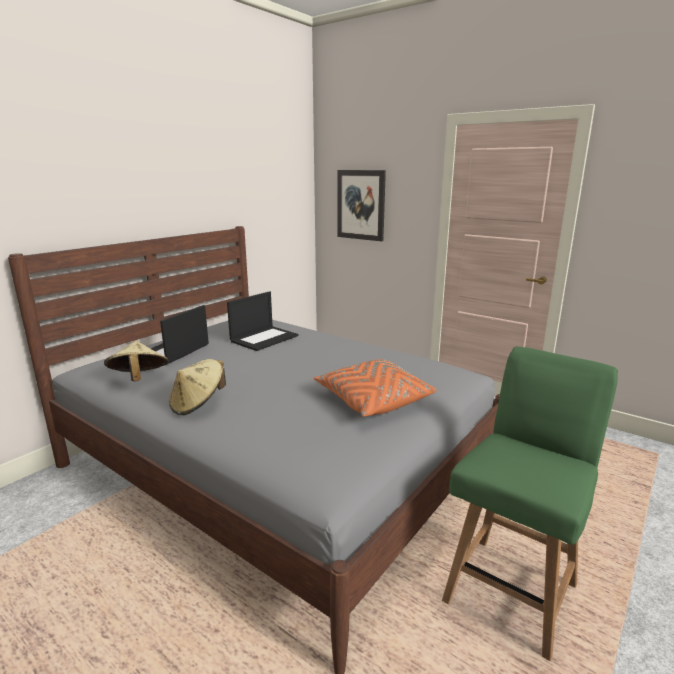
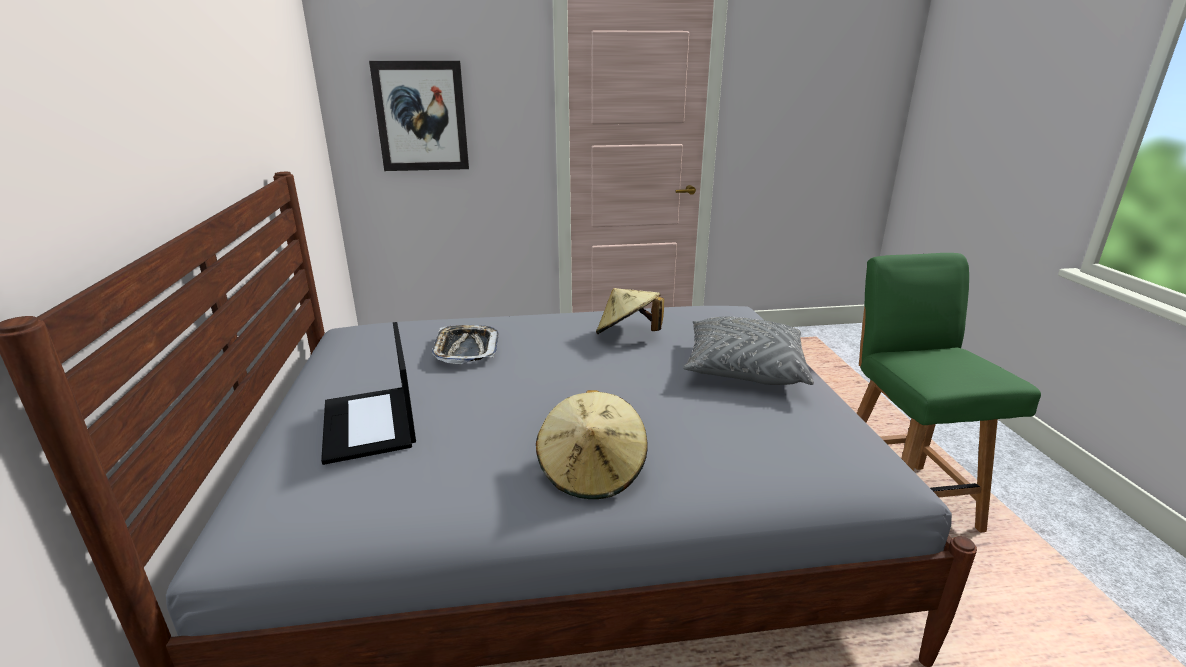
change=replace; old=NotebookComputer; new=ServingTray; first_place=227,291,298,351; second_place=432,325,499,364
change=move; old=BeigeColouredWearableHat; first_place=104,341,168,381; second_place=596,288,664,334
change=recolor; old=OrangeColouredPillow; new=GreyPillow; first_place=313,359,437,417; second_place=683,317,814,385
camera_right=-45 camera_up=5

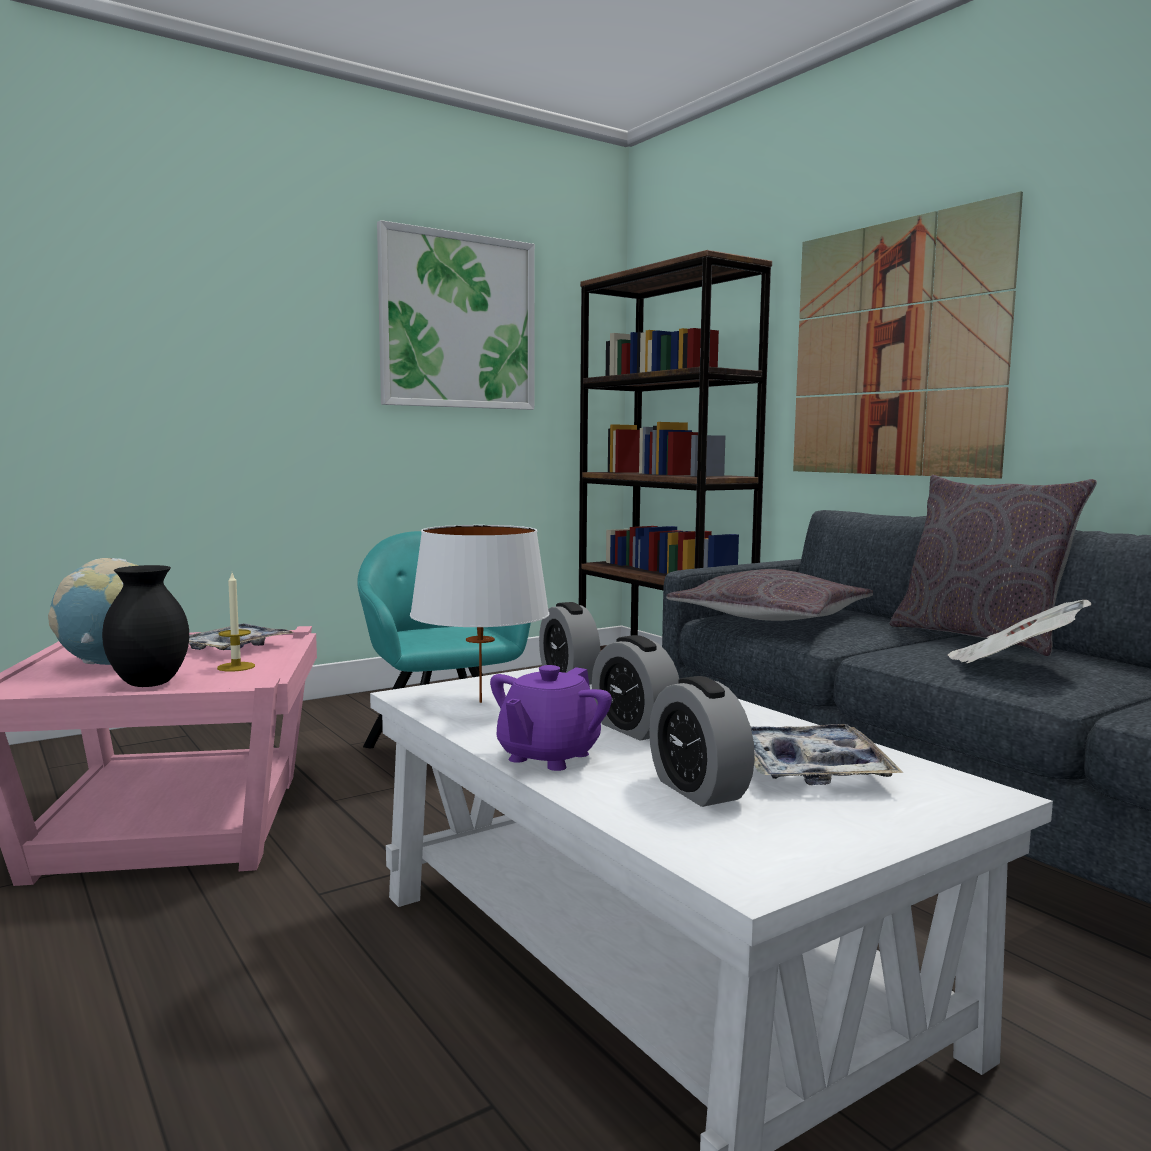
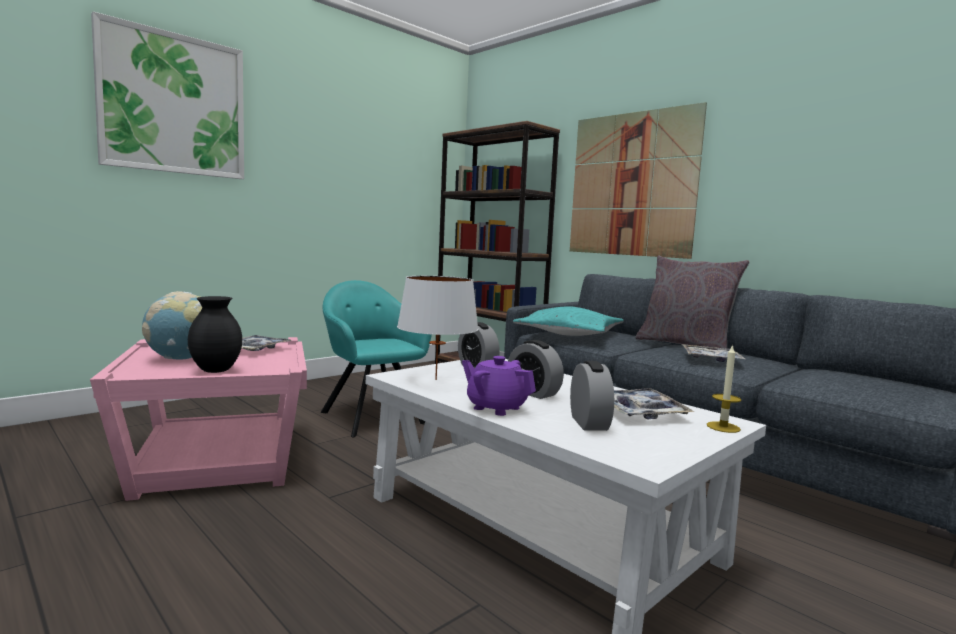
change=move; old=WallArt; first_place=377,220,535,410; second_place=91,11,244,179
change=recolor; old=GreyPillow; new=TurquoiseColouredPillow; first_place=666,569,873,621; second_place=513,306,624,336
change=move; old=WaxCandle; first_place=217,573,255,672; second_place=707,344,741,433
change=replace; old=PrintedPaper; new=ServingTray; first_place=948,600,1091,663; second_place=682,344,745,362
change=rotate; old=PurplishPotForTea; first_place=490,665,612,771; second_place=462,356,536,416; degrees=105
change=rotate; old=AlarmClock; first_place=649,676,755,807; second_place=570,361,614,431; degrees=-150
camera_right=-10 camera_up=0

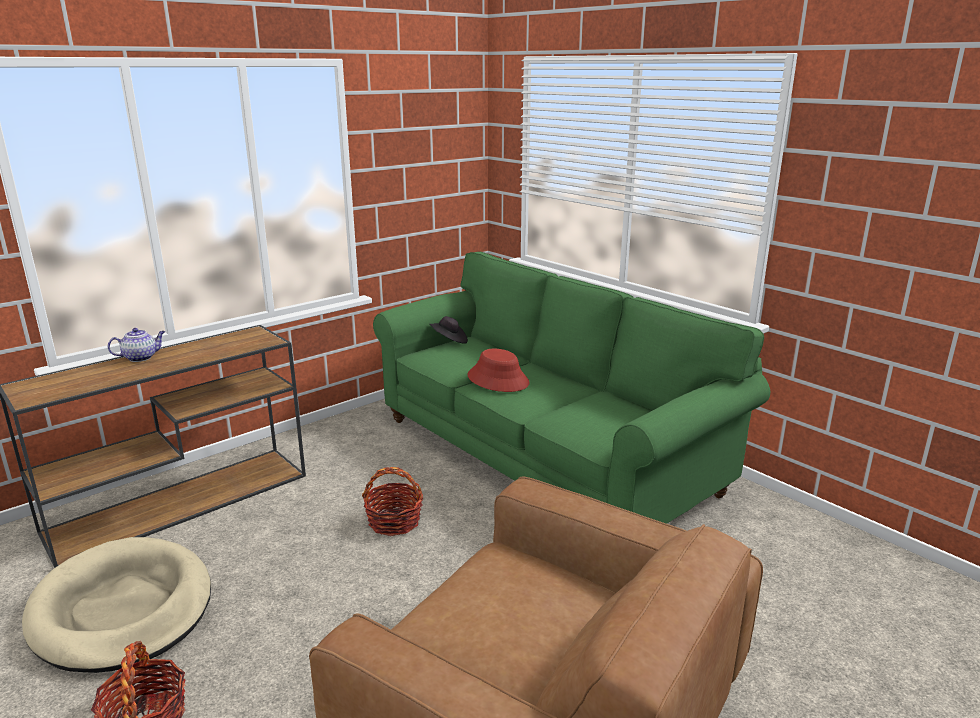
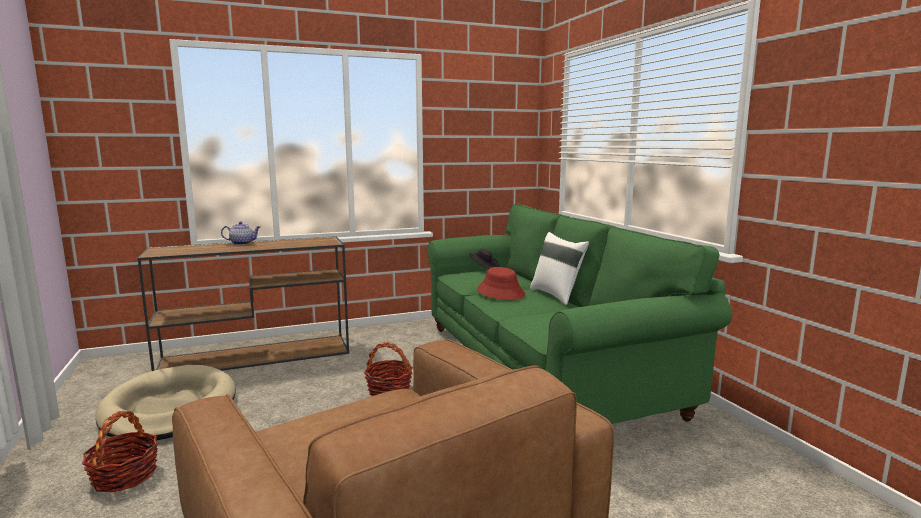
change=insert; new=WhitishPillow; second_place=530,232,589,305
camera_right=20 camera_up=-10

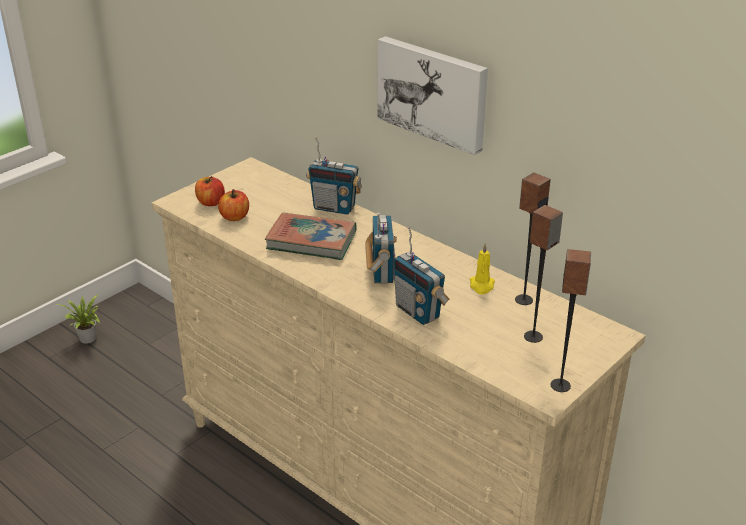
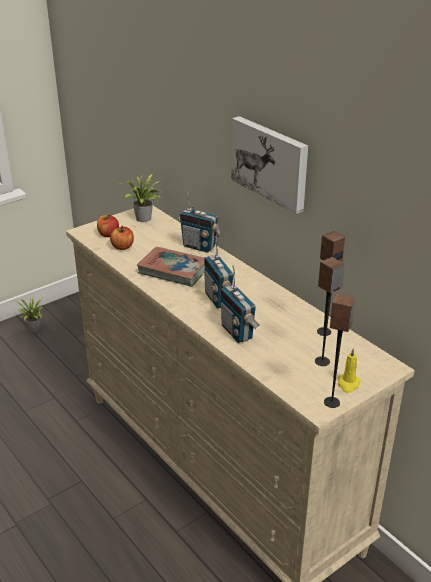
change=rotate; old=Radio; first_place=365,212,397,284; second_place=204,236,233,309; degrees=150
change=move; old=YellowWaxCandle; first_place=470,244,495,295; second_place=338,348,361,393
change=insert; new=PottedPlant; second_place=124,174,161,222
camera_right=10 camera_up=0

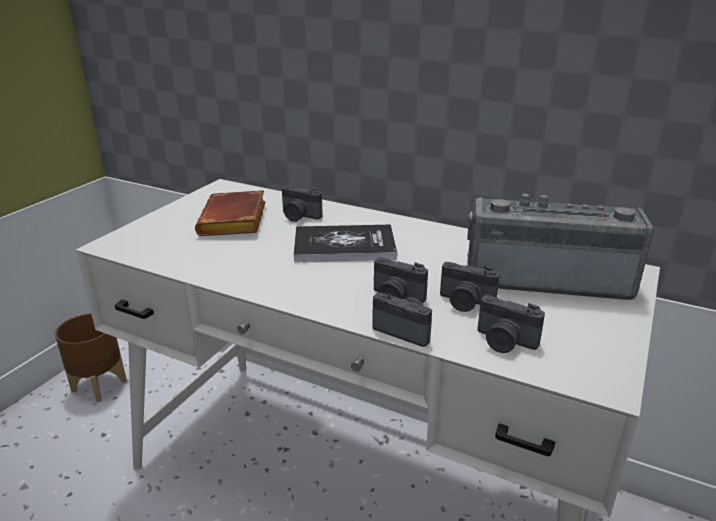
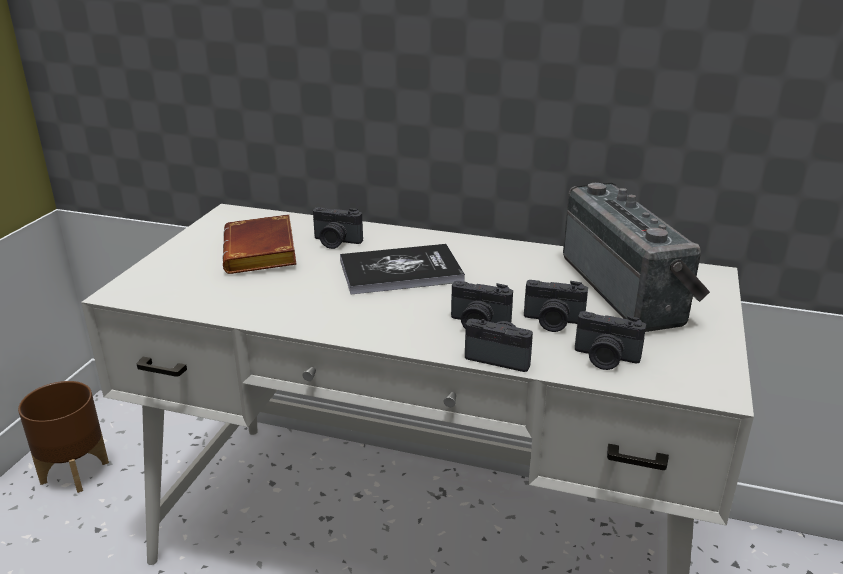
change=rotate; old=Radio; first_place=467,194,654,300; second_place=563,183,710,332; degrees=75
camera_right=-10 camera_up=0

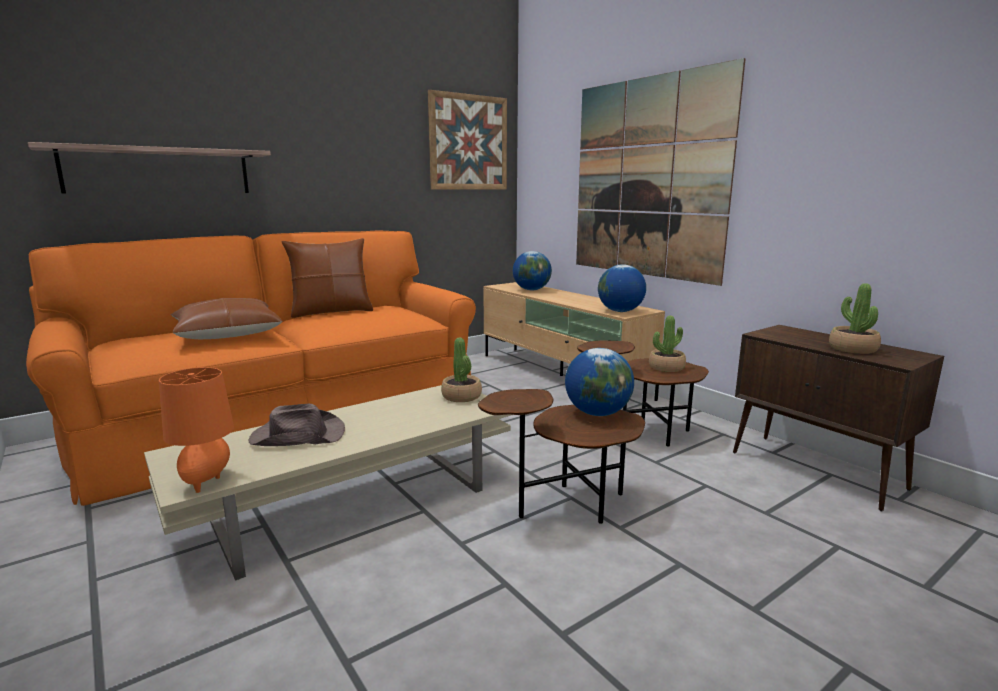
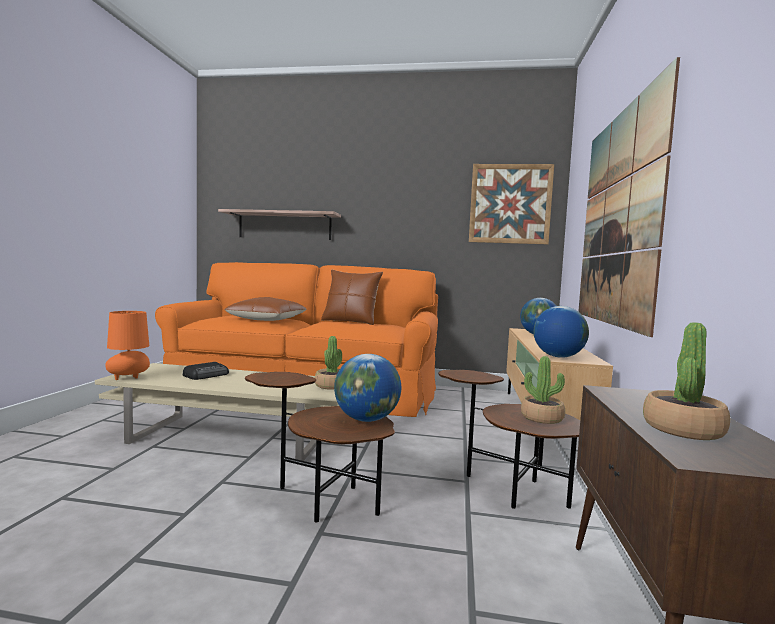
change=replace; old=BrownWearableHat; new=Radio; first_place=248,404,345,446; second_place=183,362,229,380
camera_right=45 camera_up=-10

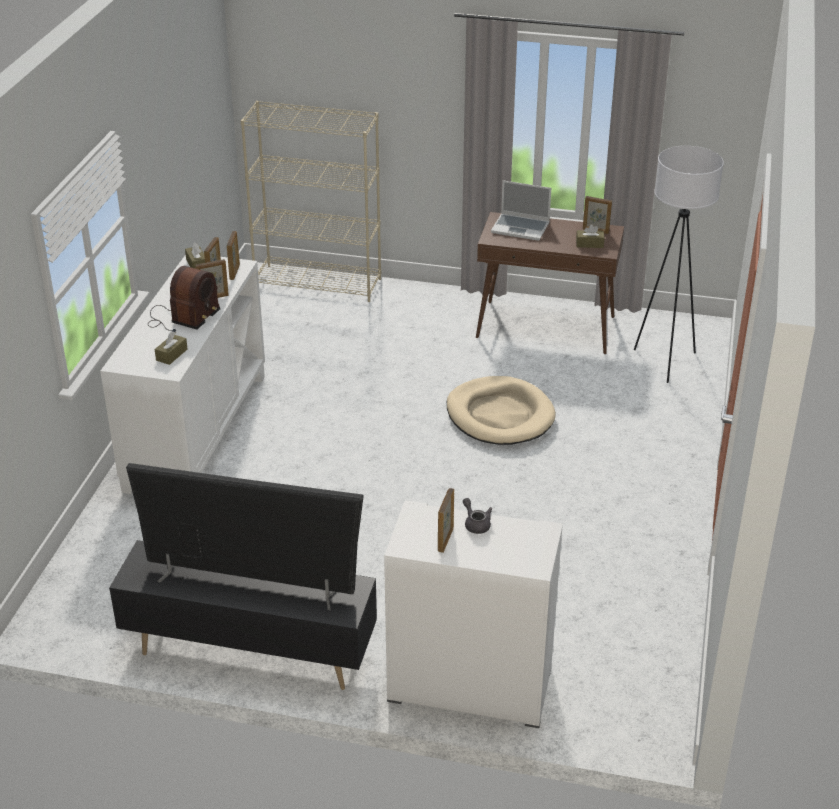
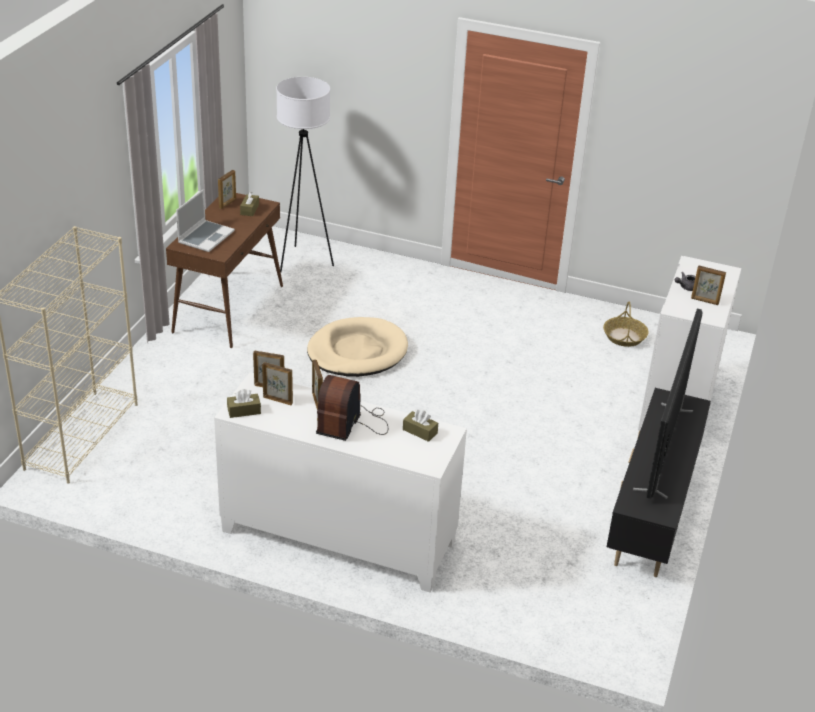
change=rotate; old=Radio; first_place=148,266,220,333; second_place=316,375,389,441; degrees=-105
change=insert; new=StorageBasket; second_place=603,302,649,347
camera_right=-85 camera_up=0

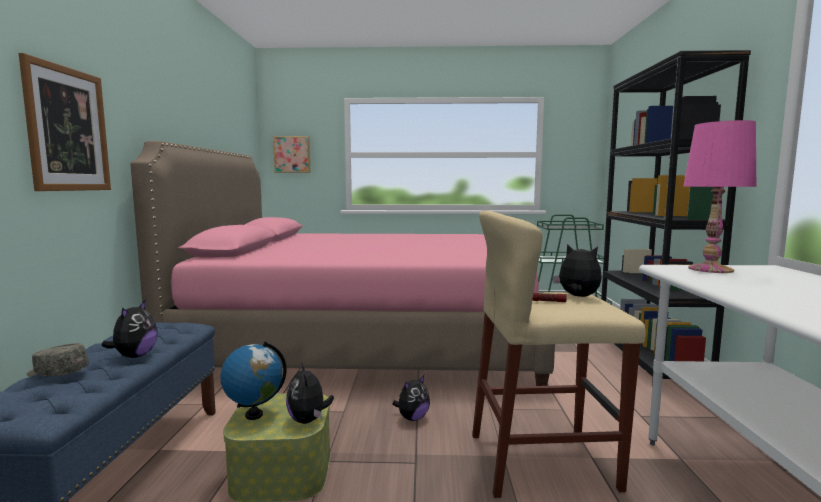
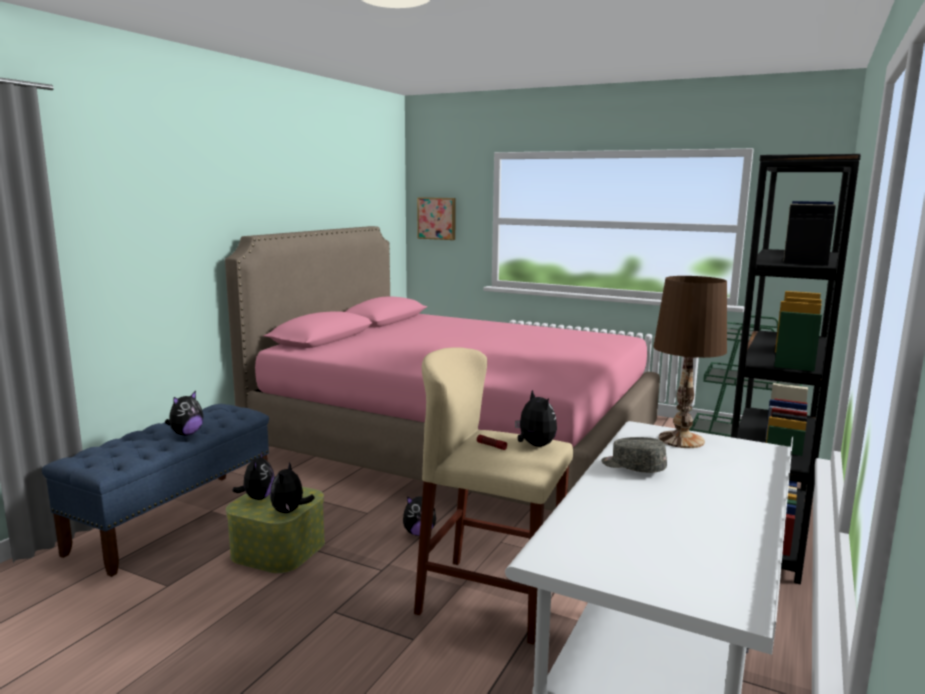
change=delete; old=WallArt; first_place=19,53,111,191
change=recolor; old=PinkColouredTableLamp; new=BrownTableLamp; first_place=683,120,756,273; second_place=654,276,727,448
change=replace; old=DeskGlobe; new=PlushToy; first_place=220,341,287,420; second_place=232,450,275,500
change=move; old=GreyCap; first_place=27,343,89,377; second_place=601,437,667,473
camera_right=25 camera_up=5

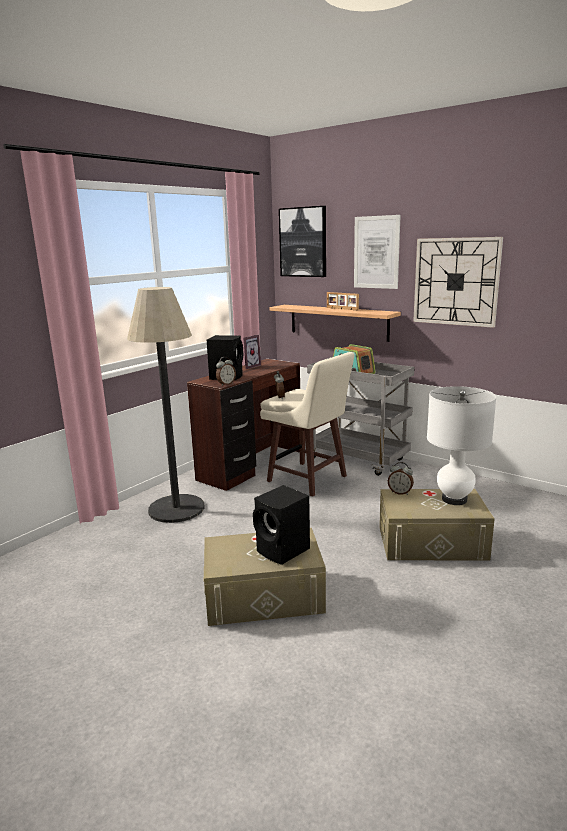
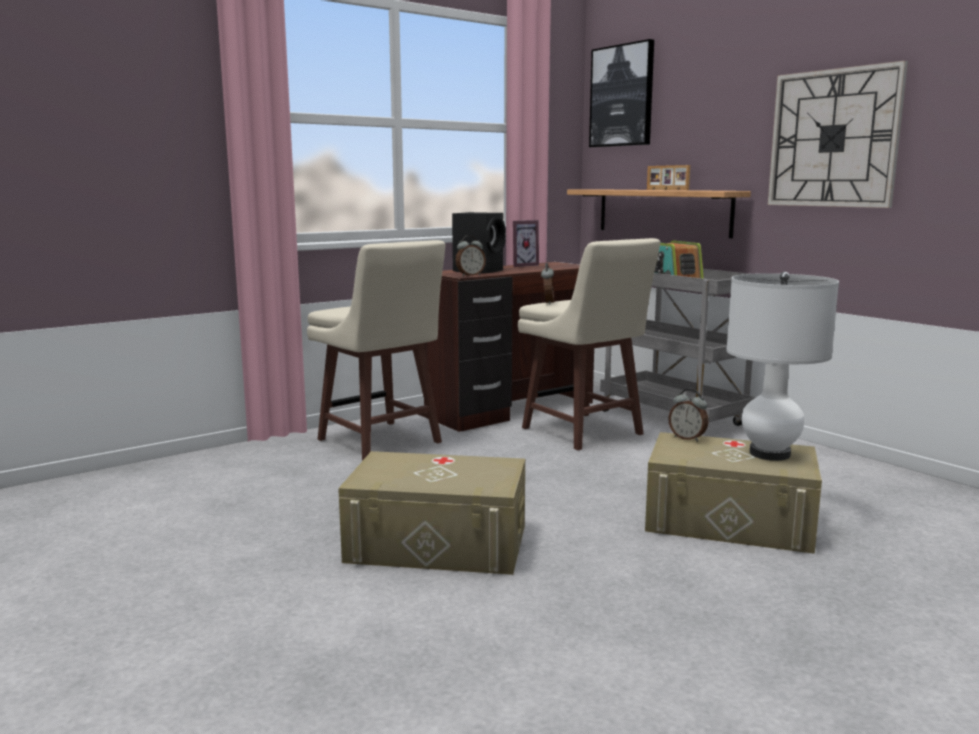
change=delete; old=WallArt; first_place=354,215,401,289
change=replace; old=FloorLamp; new=BeigeColouredStool; first_place=127,287,205,523; second_place=307,240,445,461
change=delete; old=BlackAudioSpeaker; first_place=253,485,310,565
camera_right=15 camera_up=-5

